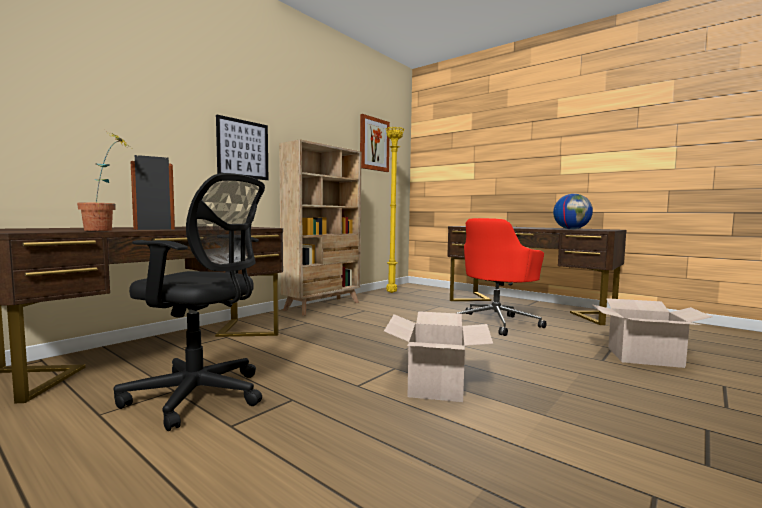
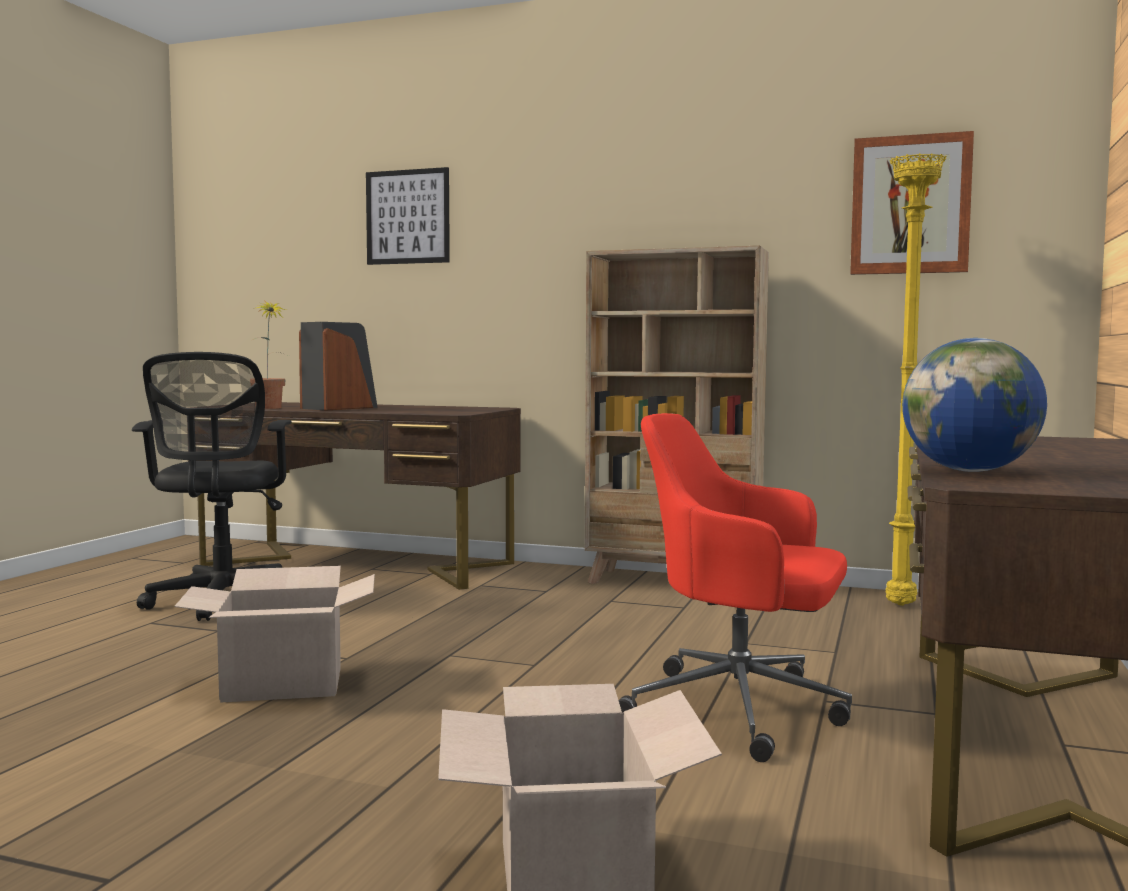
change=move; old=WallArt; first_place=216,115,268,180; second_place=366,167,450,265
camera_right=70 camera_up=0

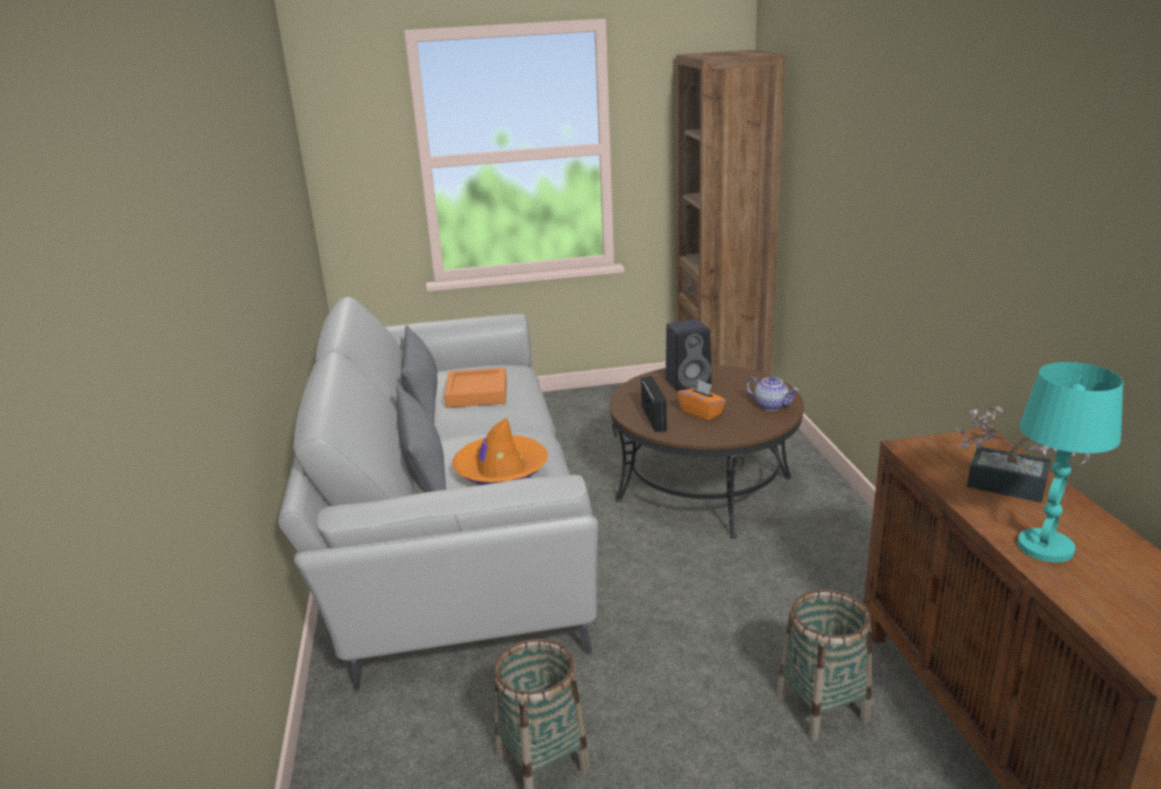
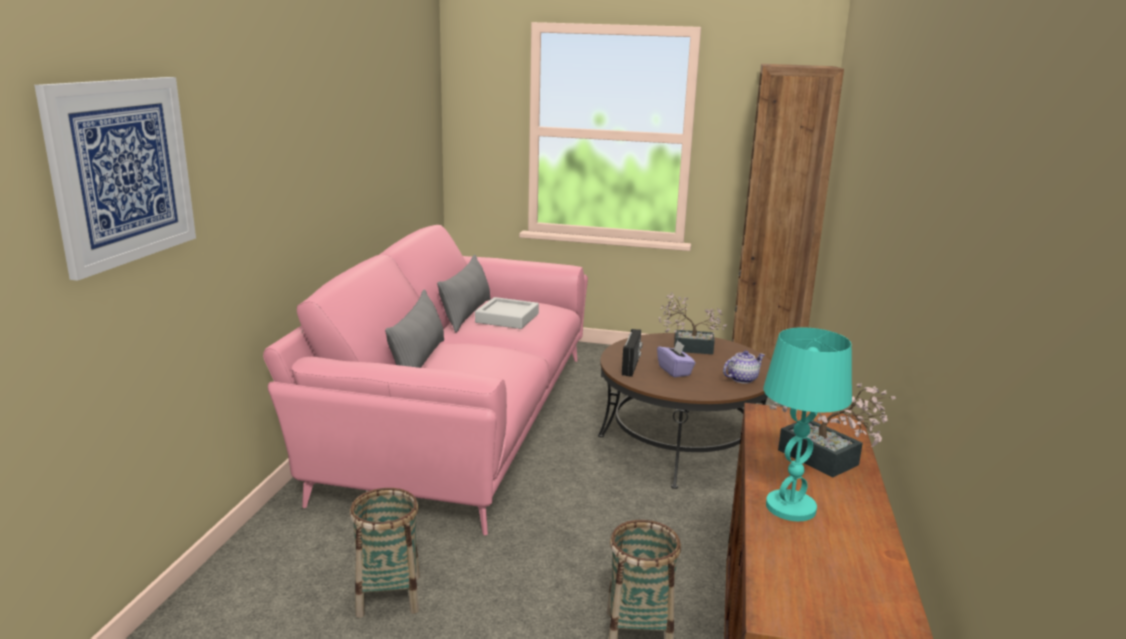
change=recolor; old=GreyCouch; new=PinkColouredCouch; first_place=278,297,598,691; second_place=263,225,588,536
change=replace; old=BlackAudioSpeaker; new=PottedPlant; first_place=666,319,711,391; second_place=659,292,727,354
change=recolor; old=OrangeColouredServingTray; new=GreyServingTray; first_place=444,368,507,408; second_place=475,297,539,329
change=rotate; old=PotForTea; first_place=746,376,798,411; second_place=723,350,765,384; degrees=-90
change=recolor; old=OrangeColouredTissueHolder; new=PurplishTissueHolder; first_place=677,379,726,421; second_place=657,340,696,378
change=delete; old=OrangeColouredWearableHat; first_place=452,418,548,485
change=insert; new=WallArt; second_place=34,77,196,281
camera_right=20 camera_up=-5

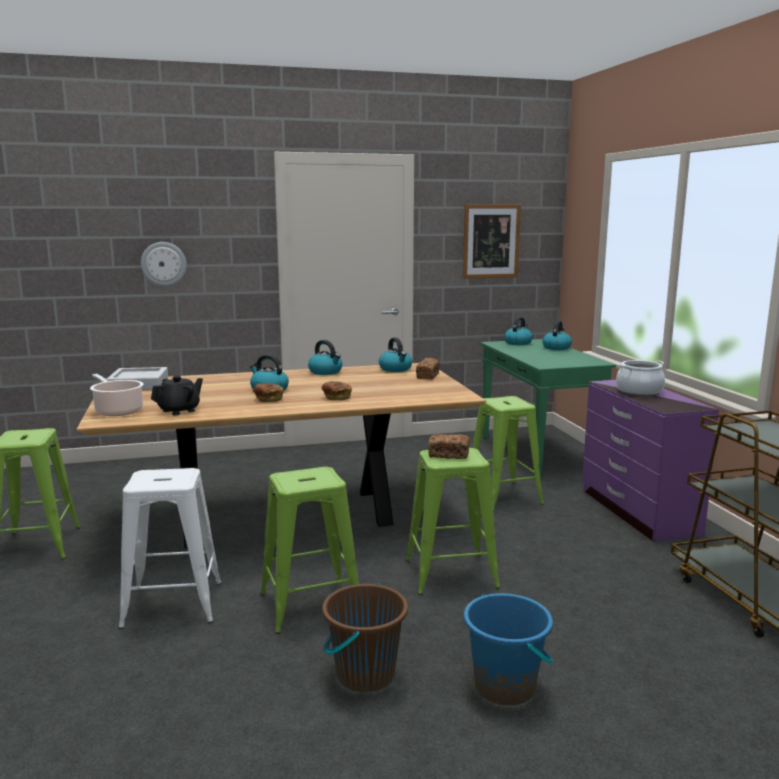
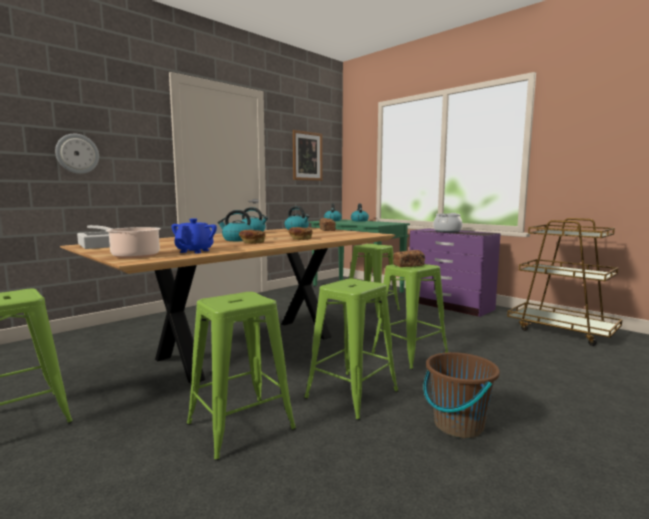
change=recolor; old=BlackPotForTea; new=BluePotForTea; first_place=151,376,203,415; second_place=171,218,217,253
change=recolor; old=WhitishStool; new=GreenColouredStool; first_place=119,468,222,629; second_place=186,292,296,461
change=delete; old=BluePail; first_place=464,593,553,705
camera_right=-30 camera_up=-5

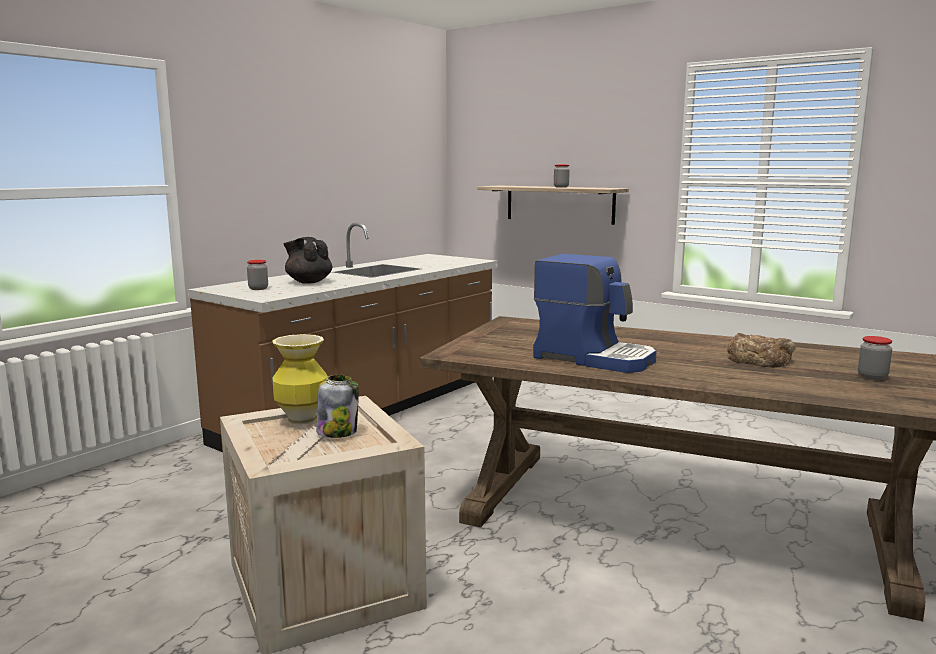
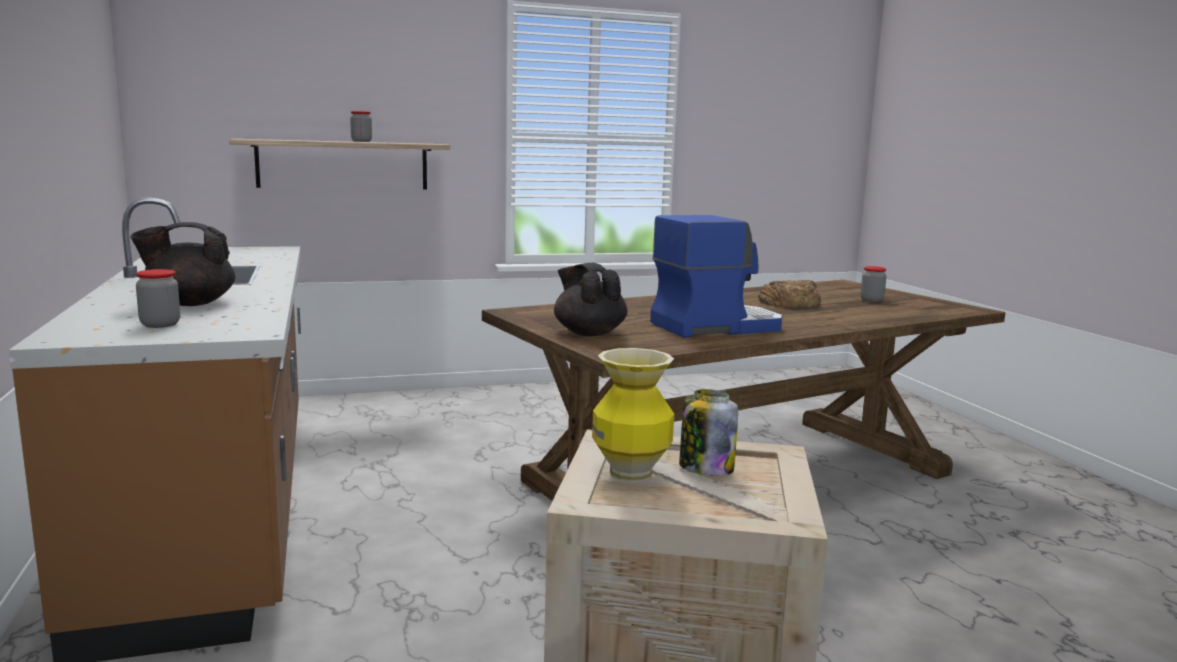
change=insert; new=BlackPotForTea; second_place=554,263,628,336
camera_right=-55 camera_up=0

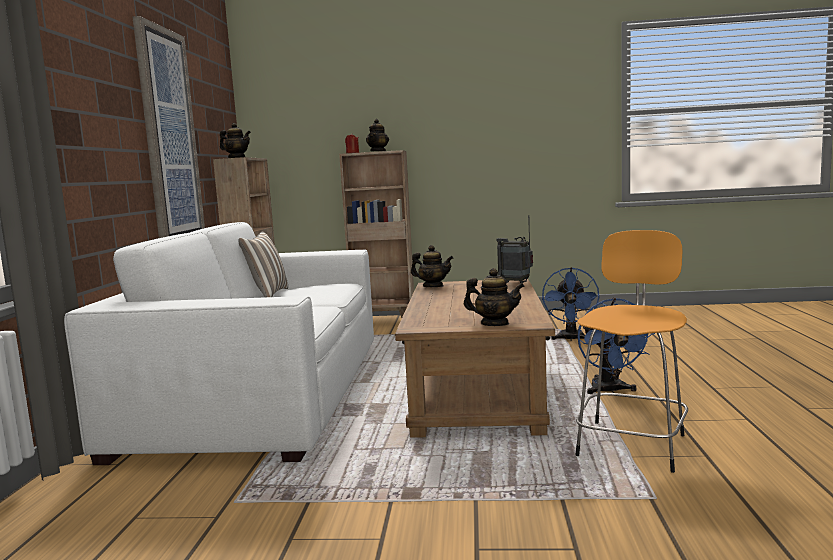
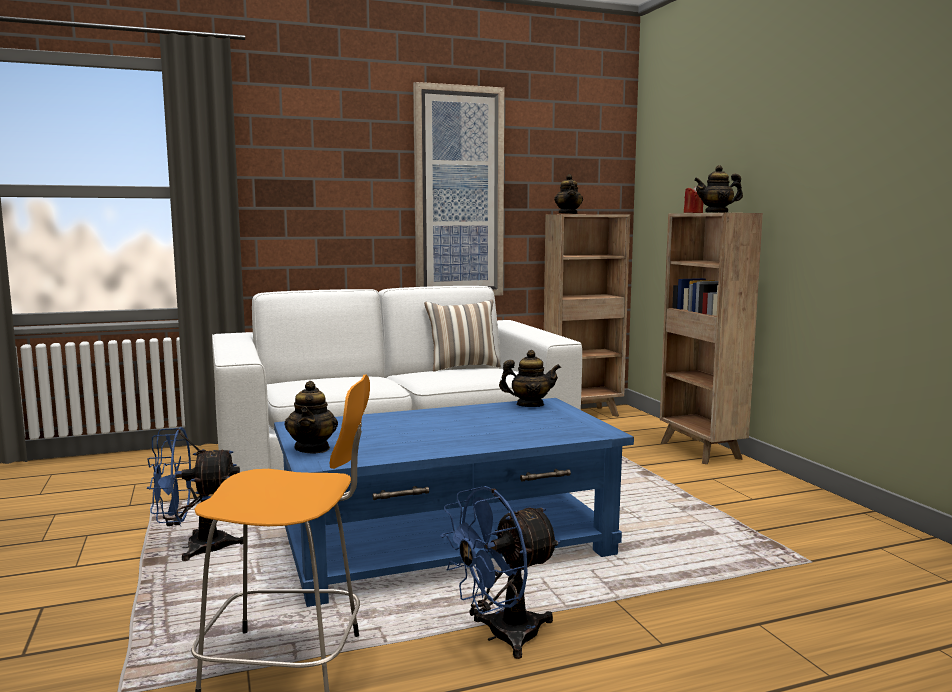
change=delete; old=Radio; first_place=496,215,533,283
change=rotate; old=PotForTea; first_place=411,245,453,287; second_place=499,350,561,407; degrees=-90
change=move; old=BlueFan; first_place=542,267,599,341; second_place=147,427,243,561
change=recolor; old=BrownLoungeTable; new=BlueLoungeTable; first_place=395,279,555,438; second_place=274,398,634,607
camera_right=65 camera_up=0

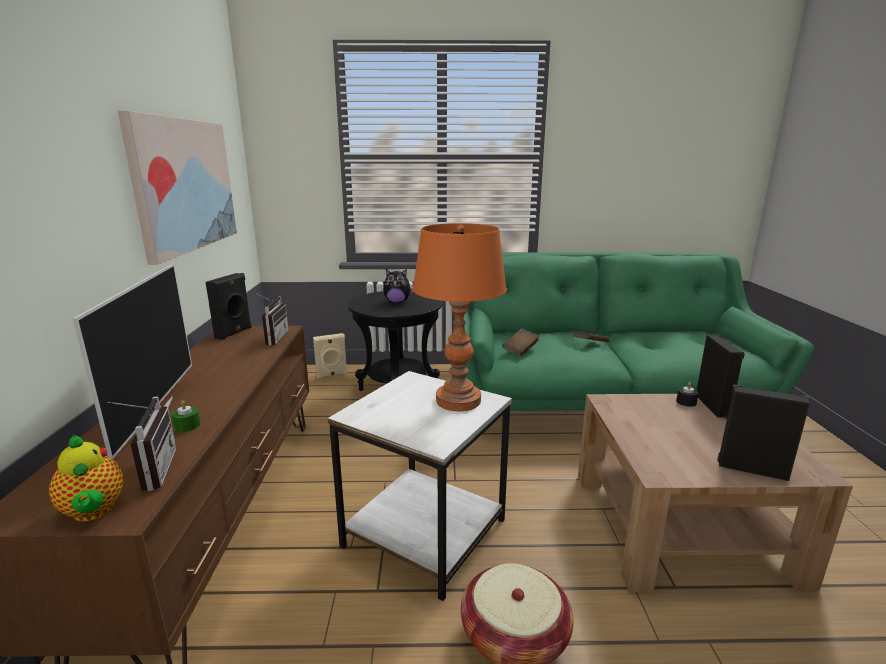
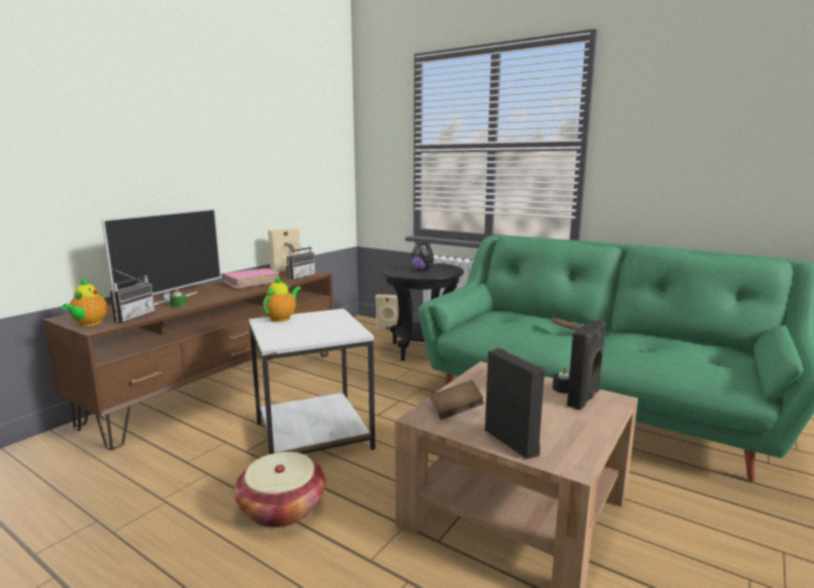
change=delete; old=WallArt; first_place=118,111,237,265
change=delete; old=OrangeColouredTableLamp; first_place=412,223,507,411
change=recolor; old=BlackAudioSpeaker; new=BeigeColouredAudioSpeaker; first_place=206,273,251,340; second_place=268,228,300,272
change=move; old=BrownBoundBook; first_place=502,328,539,356; second_place=429,379,484,420
change=insert; new=PinkColouredBoundBook; second_place=223,268,279,288
change=insert; new=PotForTea; second_place=263,275,302,322
camera_right=35 camera_up=-5

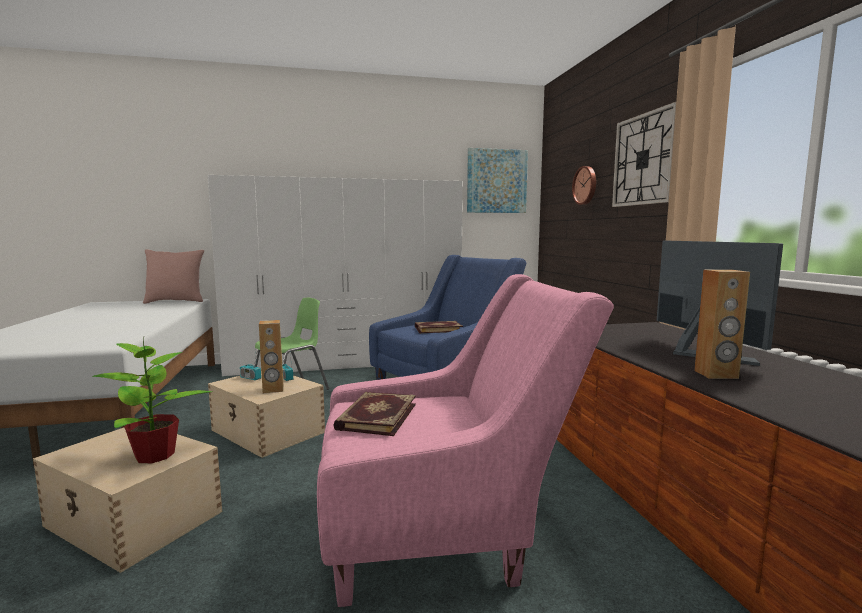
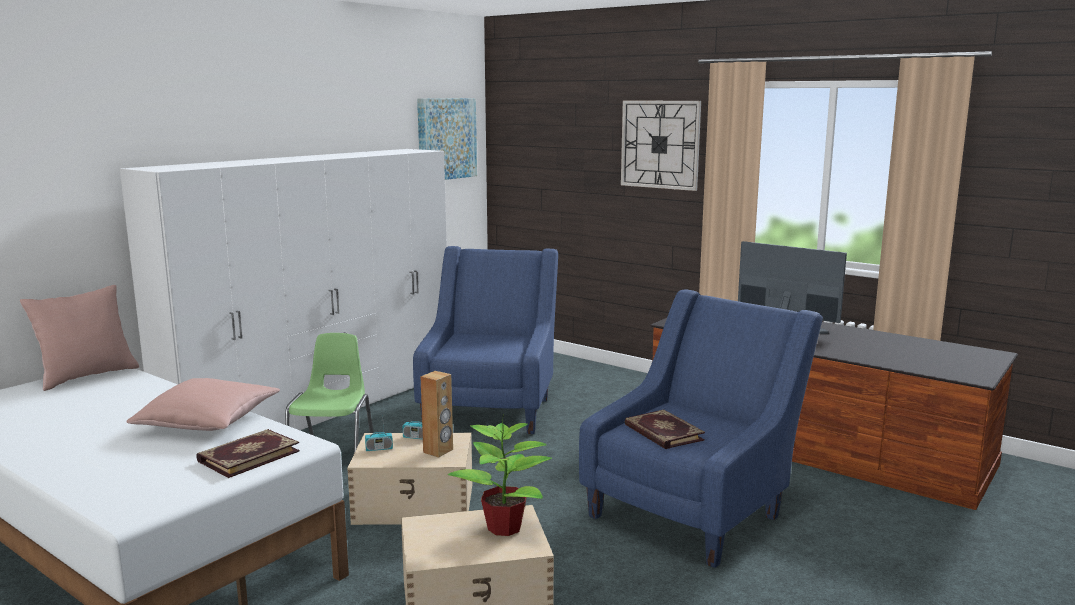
change=delete; old=HangingClock; first_place=572,166,596,205
change=delete; old=BrownAudioSpeaker; first_place=694,270,750,379
change=recolor; old=PinkColouredArmchair; new=BlueArmchair; first_place=317,274,614,607; second_place=579,289,823,568
change=move; old=BoundBook; first_place=415,321,463,333; second_place=196,429,300,478
change=insert; new=PinkColouredPillow; second_place=126,378,280,431
camera_right=-40 camera_up=5

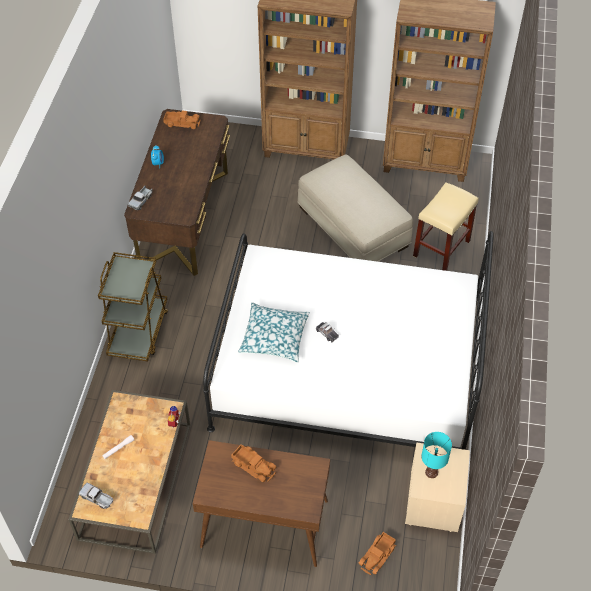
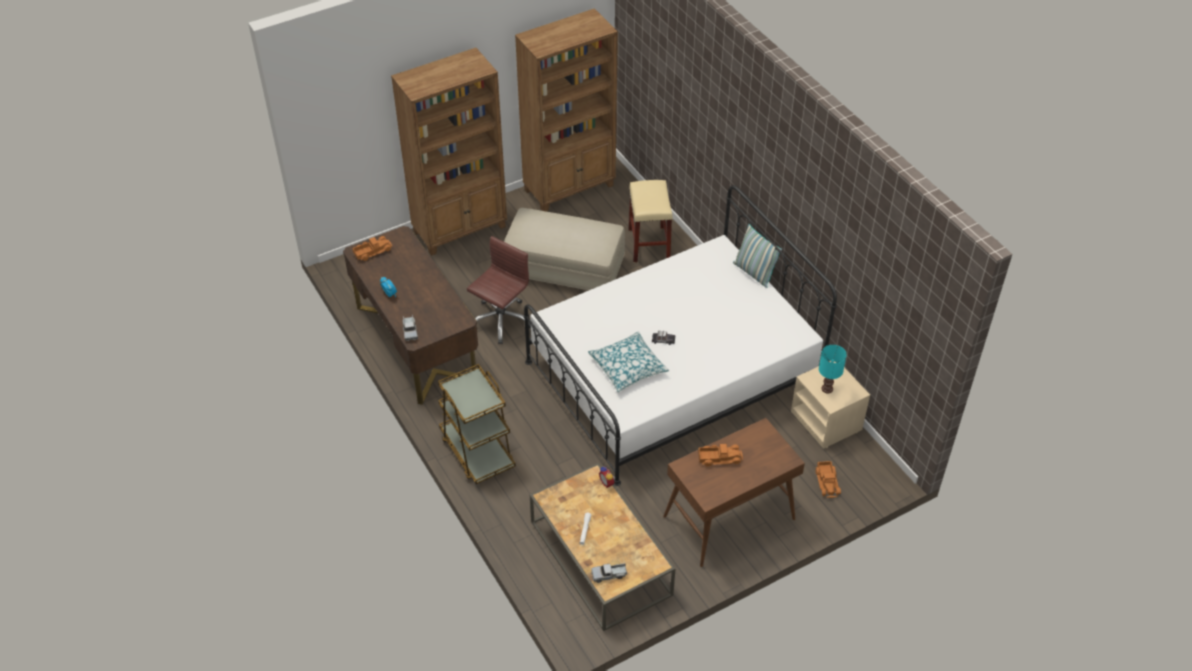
change=insert; new=Pillow; second_place=733,224,782,288
change=insert; new=BrownComputerChair; second_place=467,236,531,344
camera_right=-40 camera_up=-5

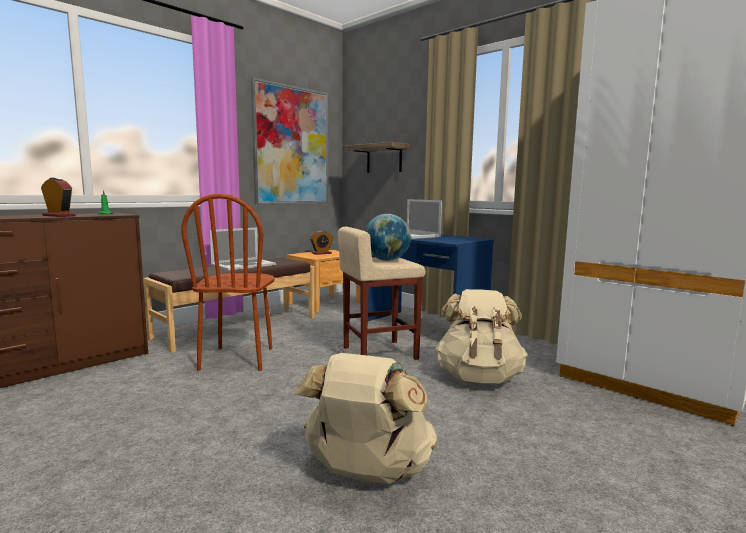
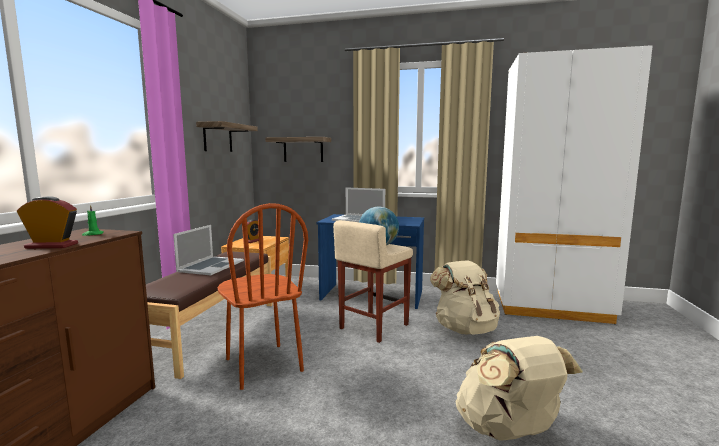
change=replace; old=WallArt; new=Shelf; first_place=251,78,328,205; second_place=196,121,258,152
camera_right=-30 camera_up=0

